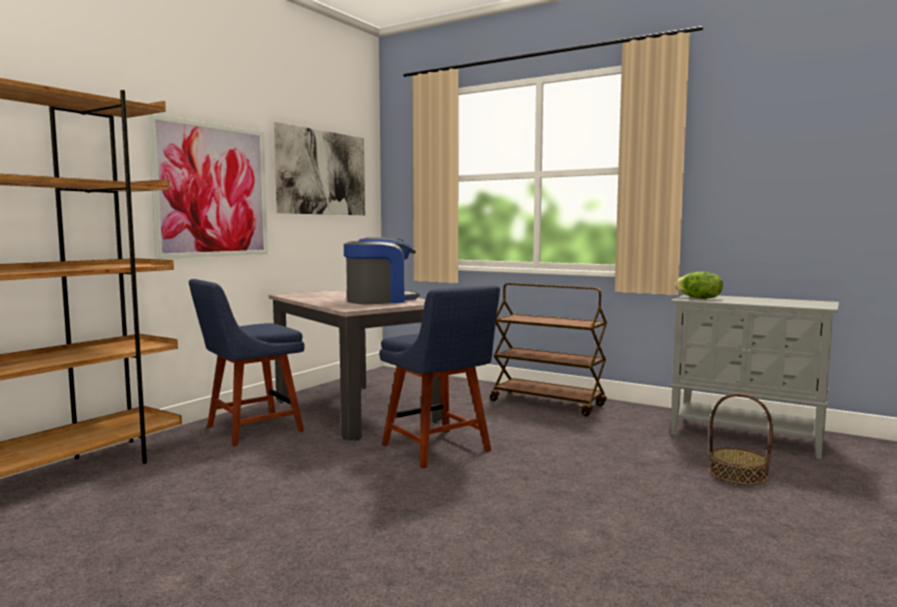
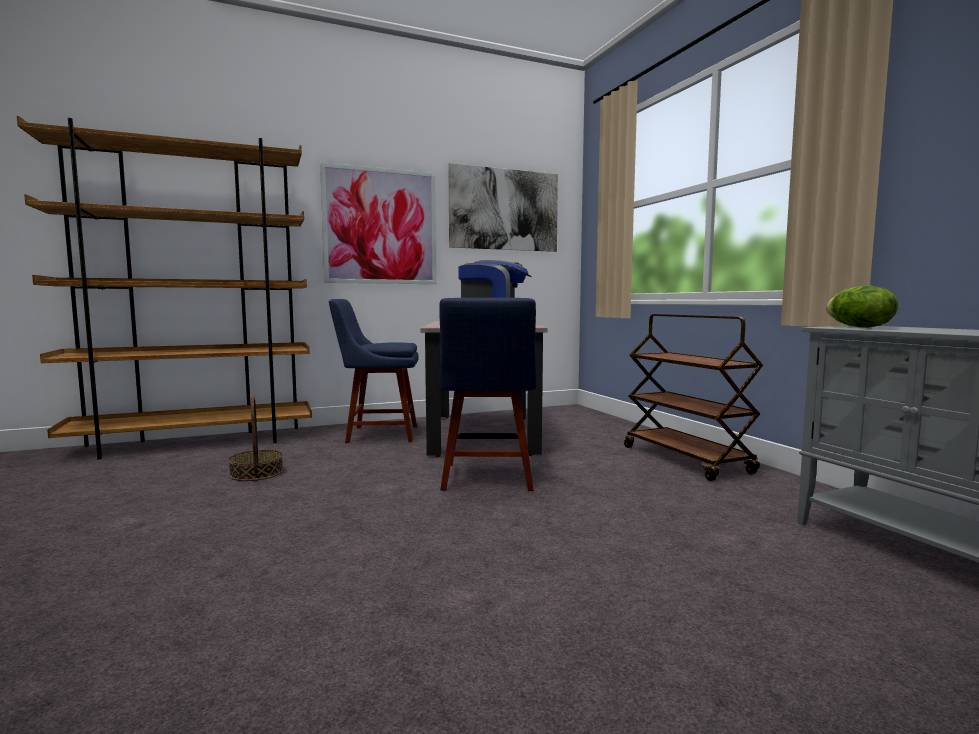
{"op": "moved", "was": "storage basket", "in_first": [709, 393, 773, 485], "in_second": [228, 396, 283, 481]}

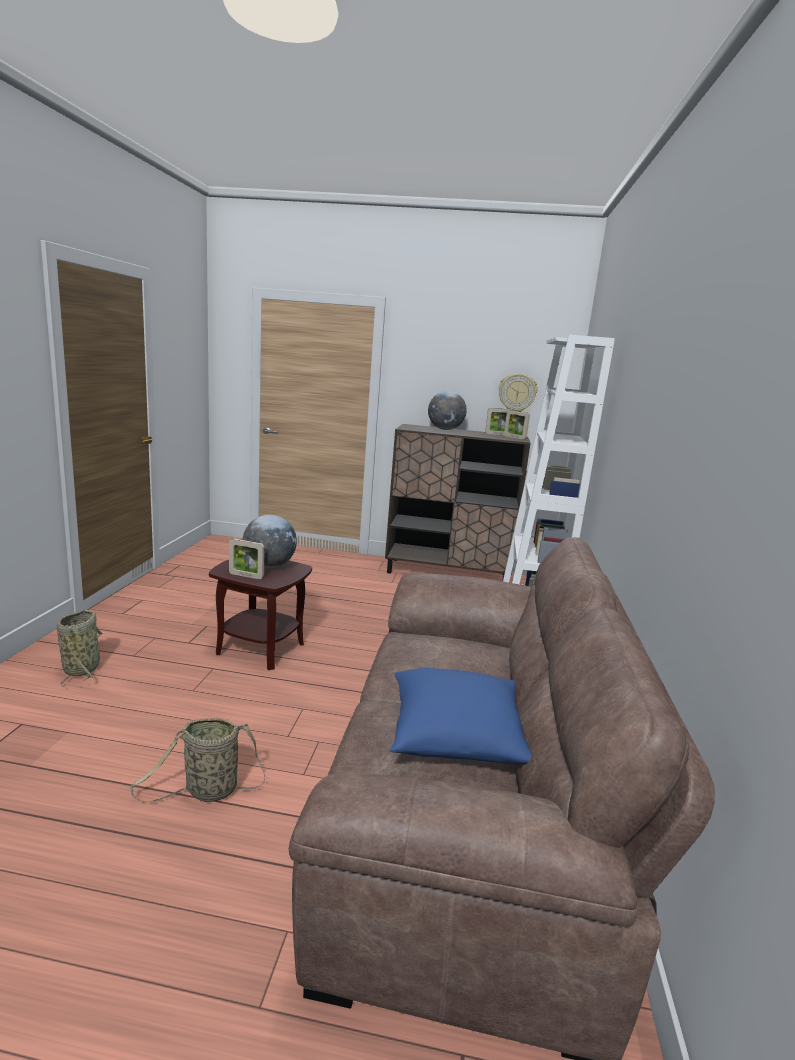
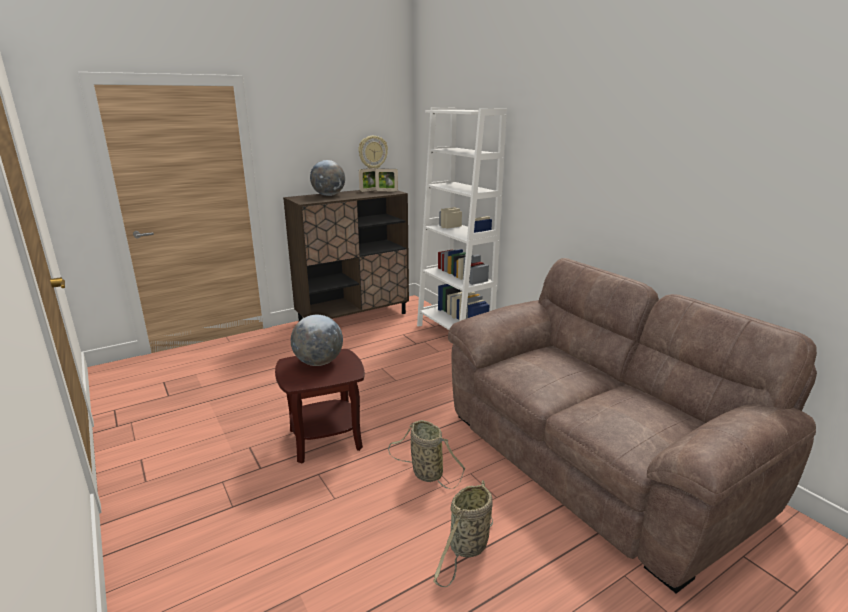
{"op": "moved", "was": "storage basket", "in_first": [57, 610, 103, 687], "in_second": [388, 420, 465, 489]}
{"op": "removed", "was": "standing frame", "in_first": [229, 538, 265, 579]}
{"op": "removed", "was": "blue pillow", "in_first": [389, 668, 531, 765]}

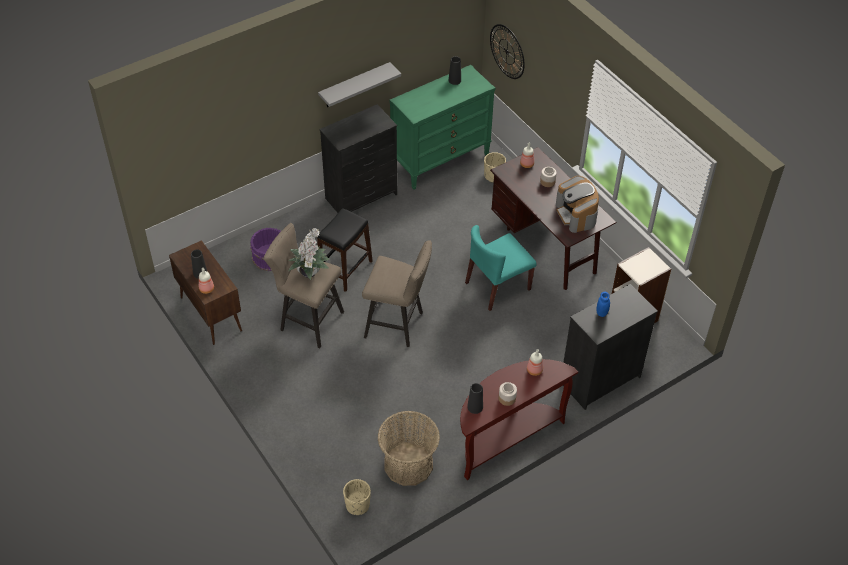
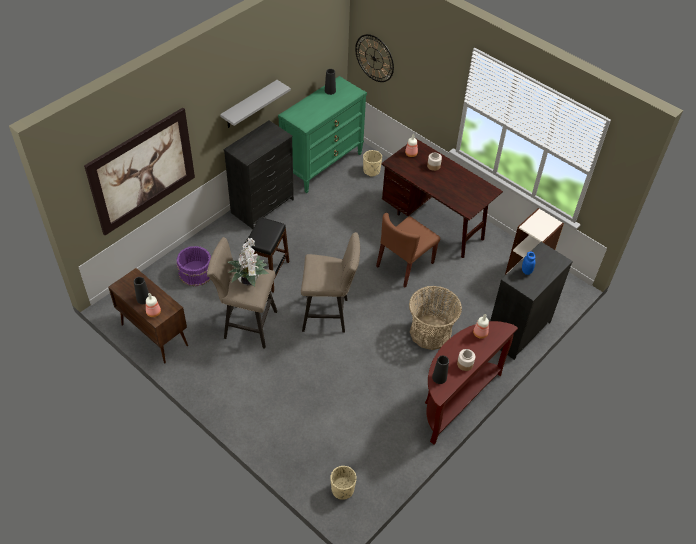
{"op": "moved", "was": "storage basket", "in_first": [378, 411, 440, 486], "in_second": [409, 286, 462, 350]}
{"op": "recoloured", "was": "blue-green plain chair", "now": "brown plain chair", "in_first": [465, 225, 537, 311], "in_second": [376, 213, 440, 287]}
{"op": "removed", "was": "coffee brewer", "in_first": [556, 176, 599, 233]}
{"op": "added", "now": "wall art", "in_second": [84, 108, 195, 235]}

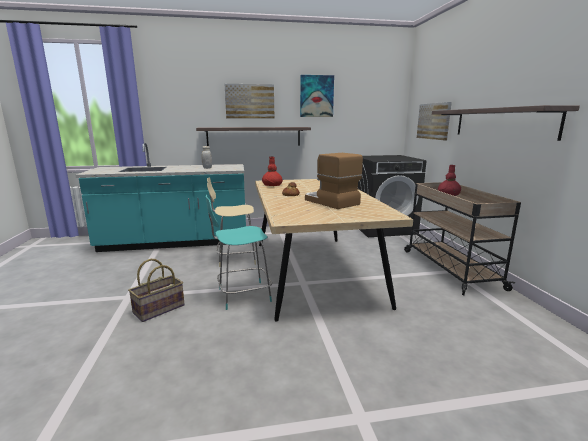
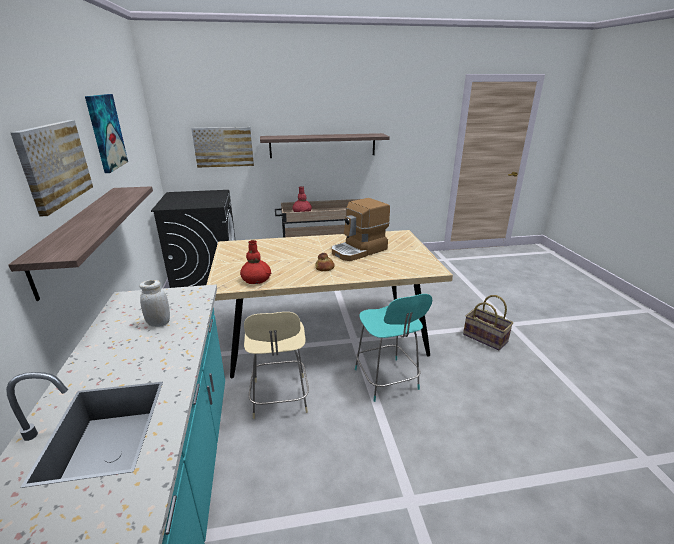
{"op": "moved", "was": "storage basket", "in_first": [128, 259, 185, 322], "in_second": [463, 295, 513, 350]}

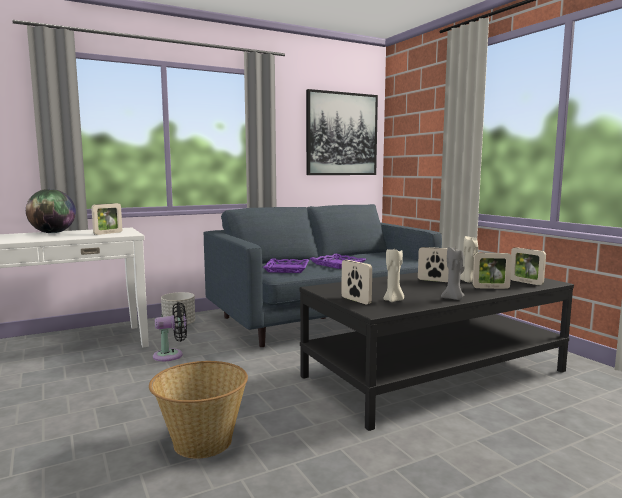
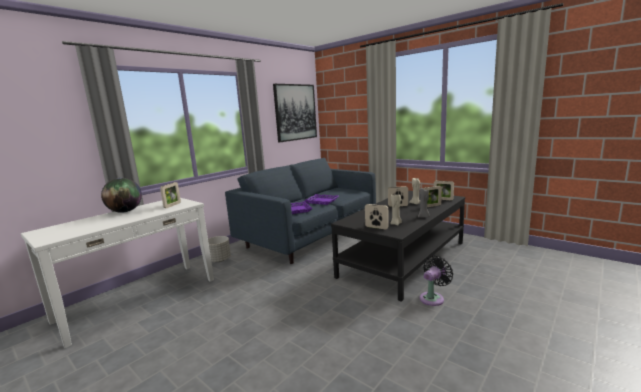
{"op": "removed", "was": "storage basket", "in_first": [149, 361, 248, 459]}
{"op": "moved", "was": "blackish electric fan", "in_first": [153, 302, 187, 361], "in_second": [420, 255, 453, 306]}

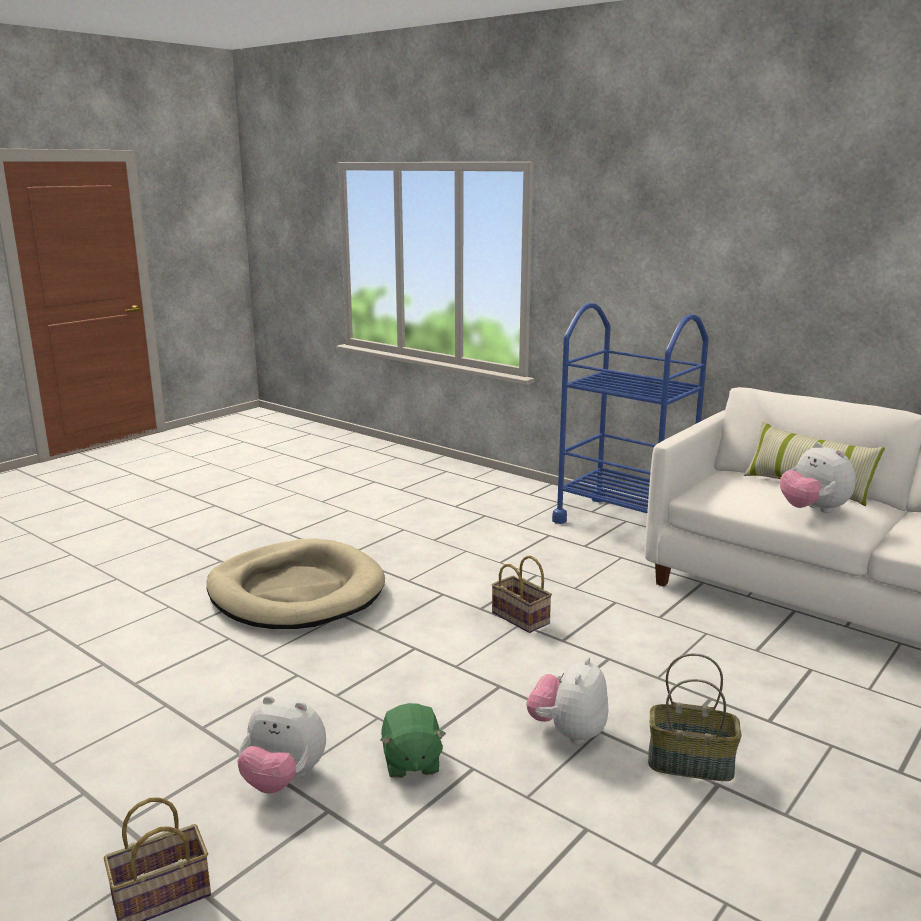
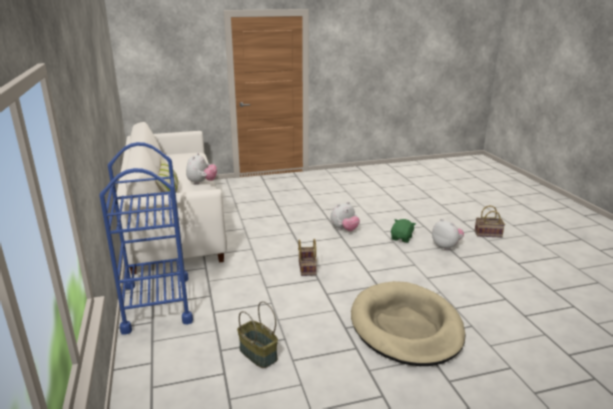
{"op": "moved", "was": "storage basket", "in_first": [648, 653, 741, 781], "in_second": [237, 301, 278, 368]}

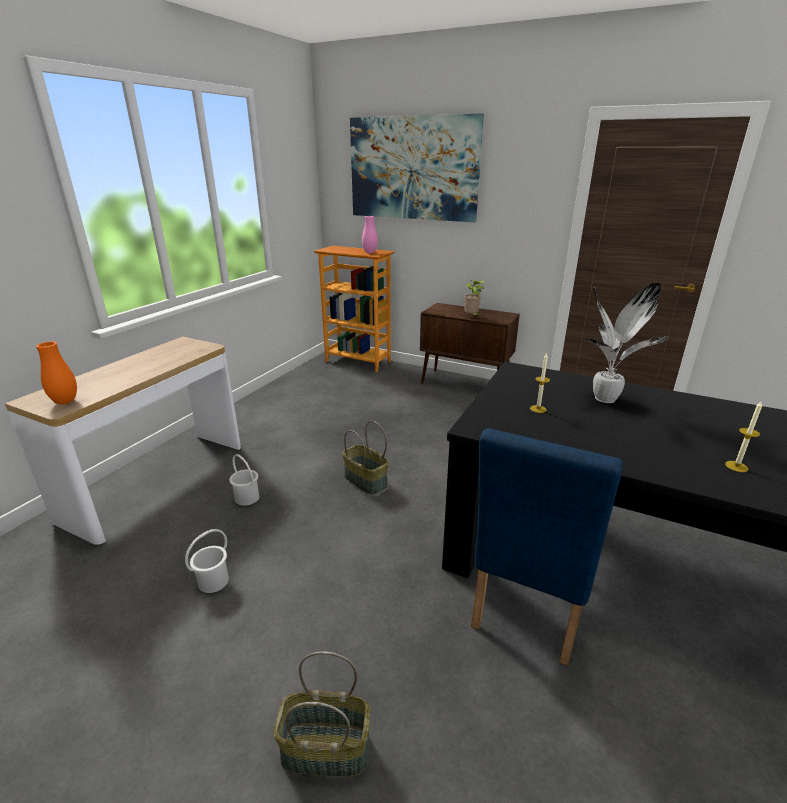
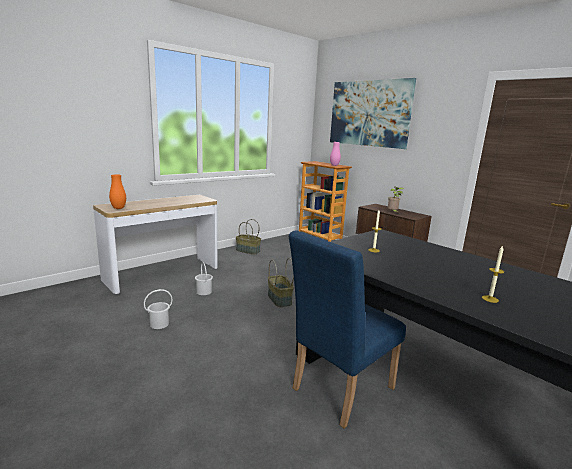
{"op": "moved", "was": "storage basket", "in_first": [273, 651, 371, 777], "in_second": [236, 219, 261, 254]}
{"op": "removed", "was": "houseplant", "in_first": [585, 283, 669, 403]}

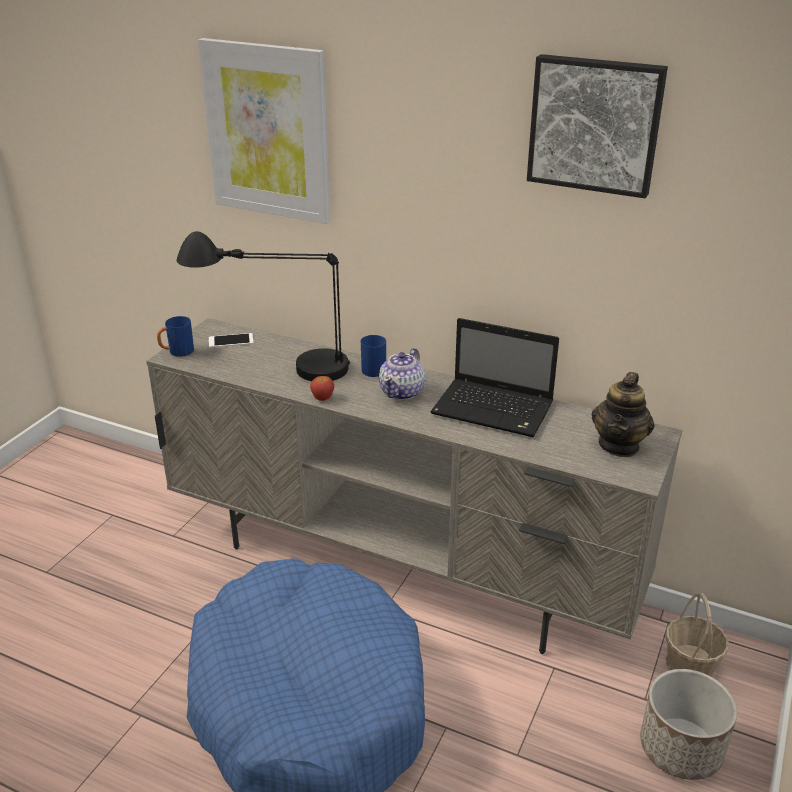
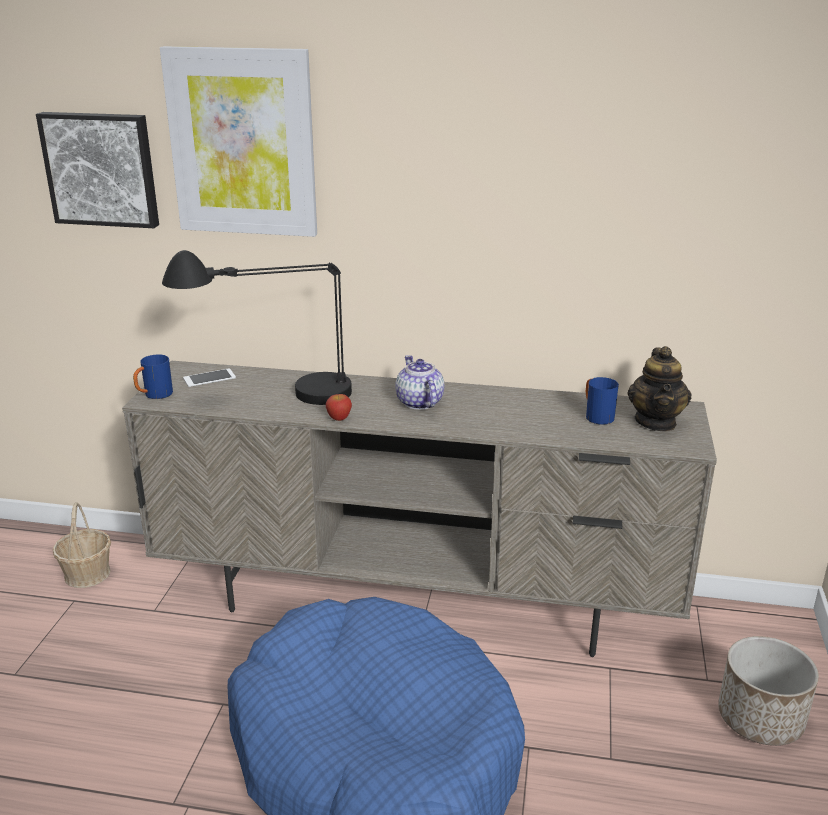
{"op": "moved", "was": "blue mug", "in_first": [361, 335, 386, 377], "in_second": [586, 377, 619, 425]}
{"op": "turned", "was": "tea pot", "in_first": [379, 348, 425, 400], "in_second": [395, 355, 444, 410], "clockwise": 150}
{"op": "removed", "was": "laptop", "in_first": [431, 318, 559, 437]}
{"op": "moved", "was": "wall art", "in_first": [527, 54, 668, 198], "in_second": [36, 112, 159, 228]}
{"op": "moved", "was": "storage basket", "in_first": [666, 593, 729, 678], "in_second": [53, 502, 111, 588]}

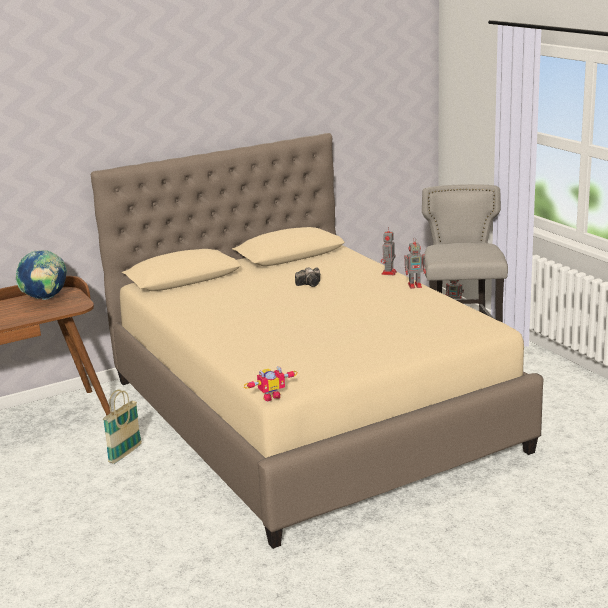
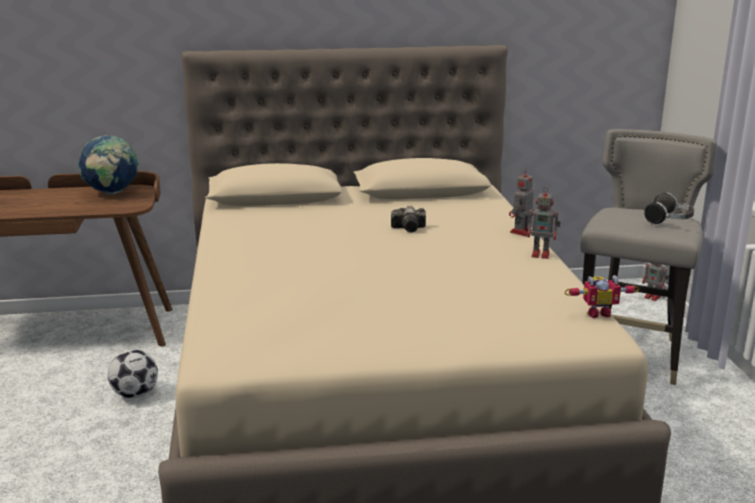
{"op": "replaced", "was": "storage basket", "now": "football", "in_first": [103, 389, 142, 464], "in_second": [108, 350, 158, 398]}
{"op": "moved", "was": "toy robot", "in_first": [244, 366, 298, 401], "in_second": [564, 275, 639, 318]}
{"op": "added", "now": "headset", "in_second": [644, 192, 694, 225]}

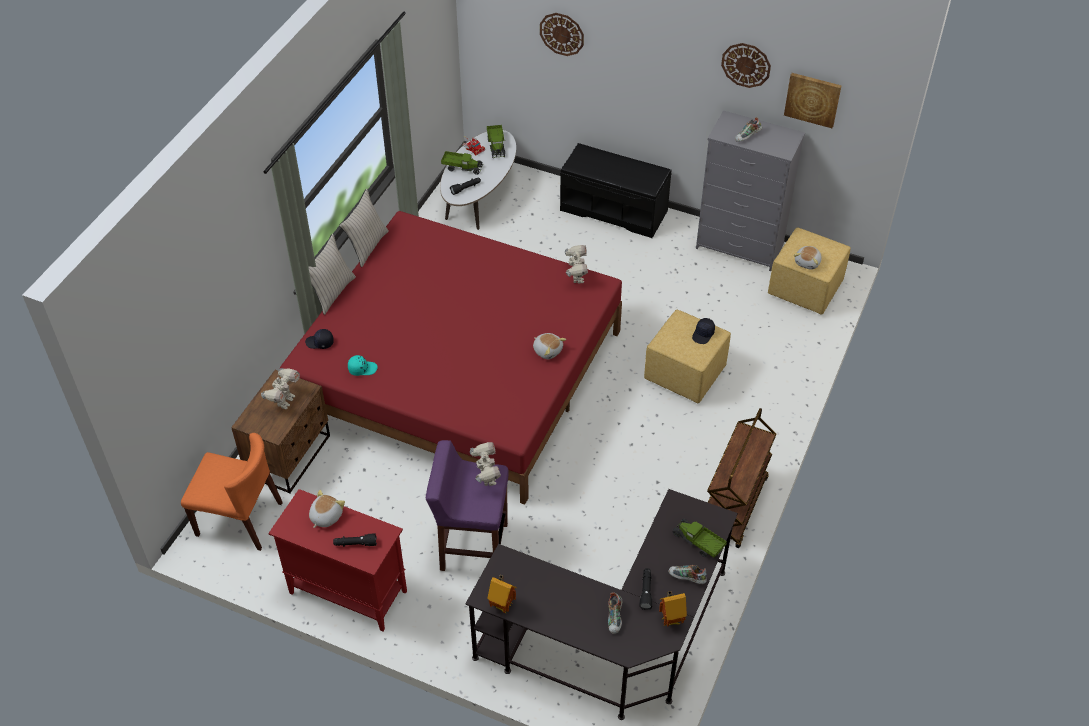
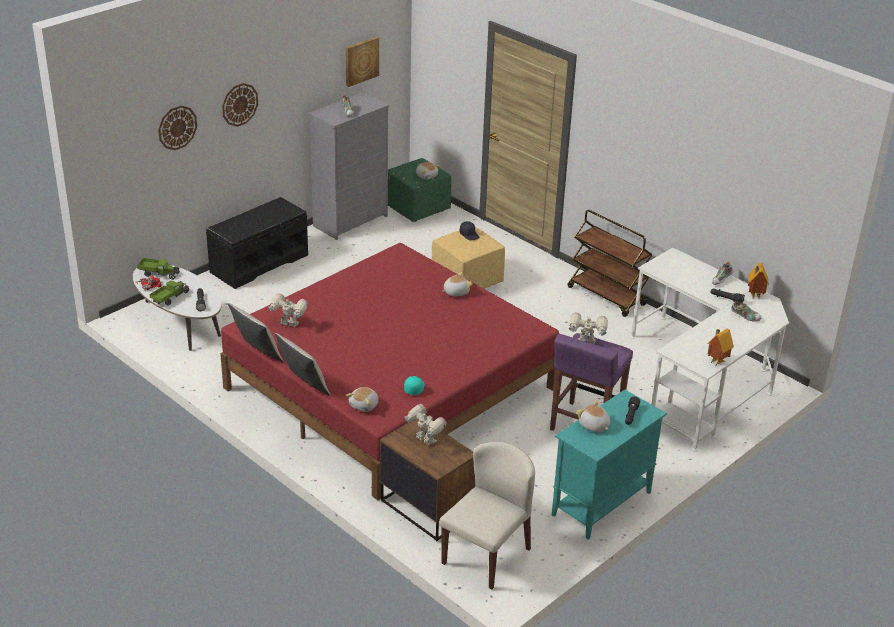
{"op": "recoloured", "was": "orange-coloured plain chair", "now": "sand-coloured plain chair", "in_first": [181, 433, 283, 551], "in_second": [439, 442, 535, 590]}
{"op": "recoloured", "was": "reddish cupboard", "now": "blue-green cupboard", "in_first": [268, 489, 407, 632], "in_second": [552, 390, 667, 539]}
{"op": "replaced", "was": "blackish cap", "now": "plush toy", "in_first": [305, 329, 334, 349], "in_second": [346, 387, 379, 412]}
{"op": "recoloured", "was": "blackish desk unit", "now": "white desk unit", "in_first": [465, 489, 738, 720], "in_second": [630, 248, 789, 451]}
{"op": "moved", "was": "toy robot", "in_first": [565, 245, 588, 283], "in_second": [268, 293, 308, 327]}
{"op": "removed", "was": "toy truck", "in_first": [673, 518, 727, 559]}
{"op": "moved", "was": "clock on the wall", "in_first": [721, 43, 771, 88], "in_second": [222, 83, 258, 127]}
{"op": "recoloured", "was": "yellow pouffe", "now": "green-coloured pouffe", "in_first": [768, 228, 851, 315], "in_second": [388, 158, 451, 222]}

